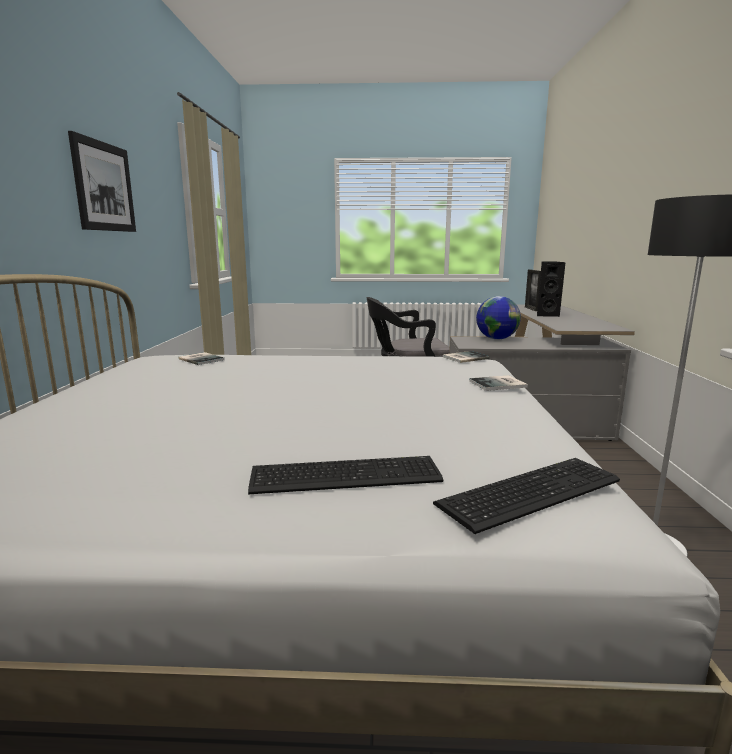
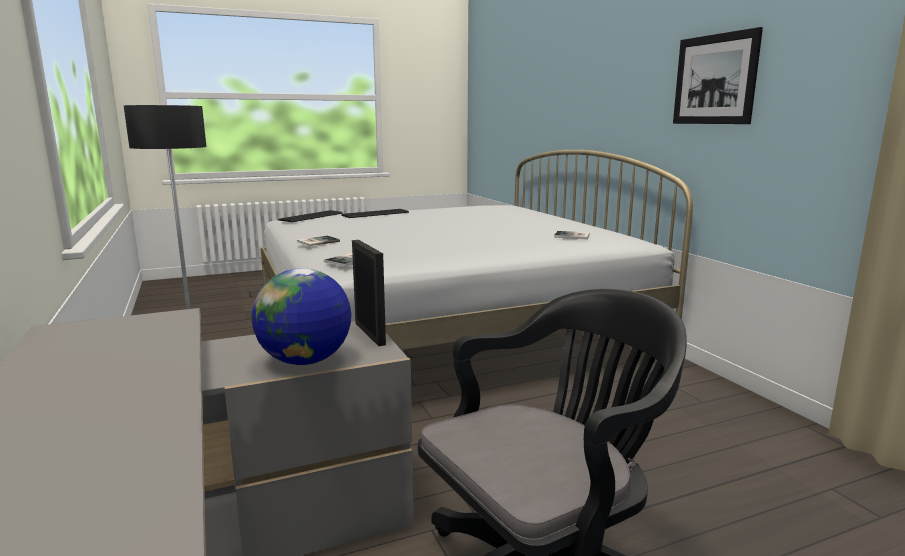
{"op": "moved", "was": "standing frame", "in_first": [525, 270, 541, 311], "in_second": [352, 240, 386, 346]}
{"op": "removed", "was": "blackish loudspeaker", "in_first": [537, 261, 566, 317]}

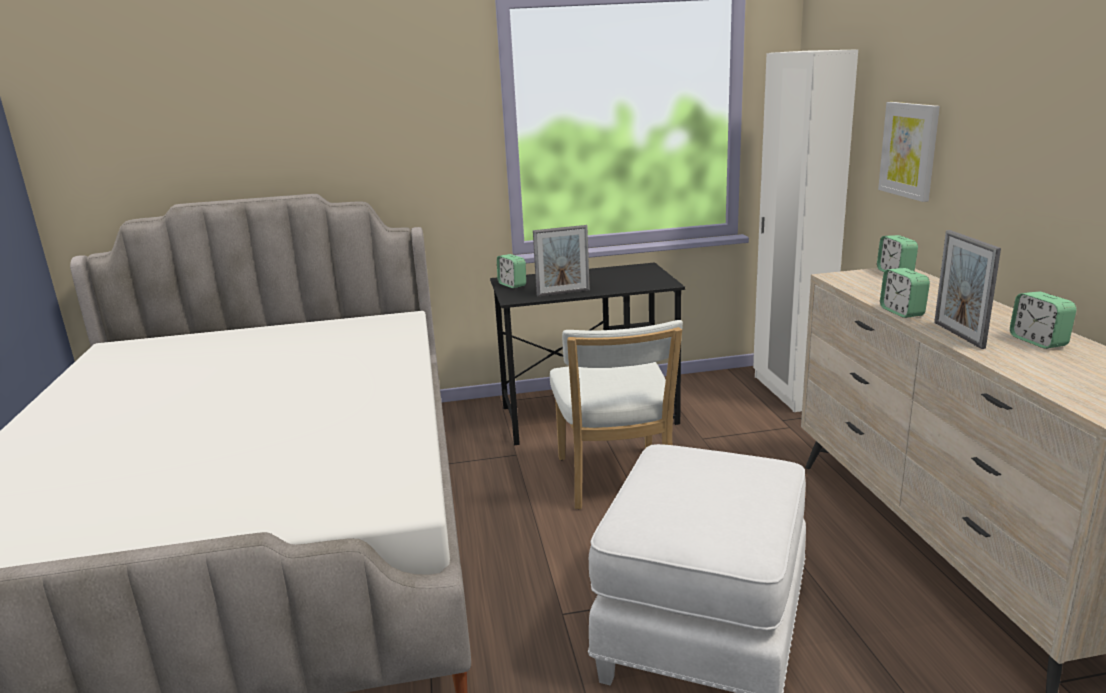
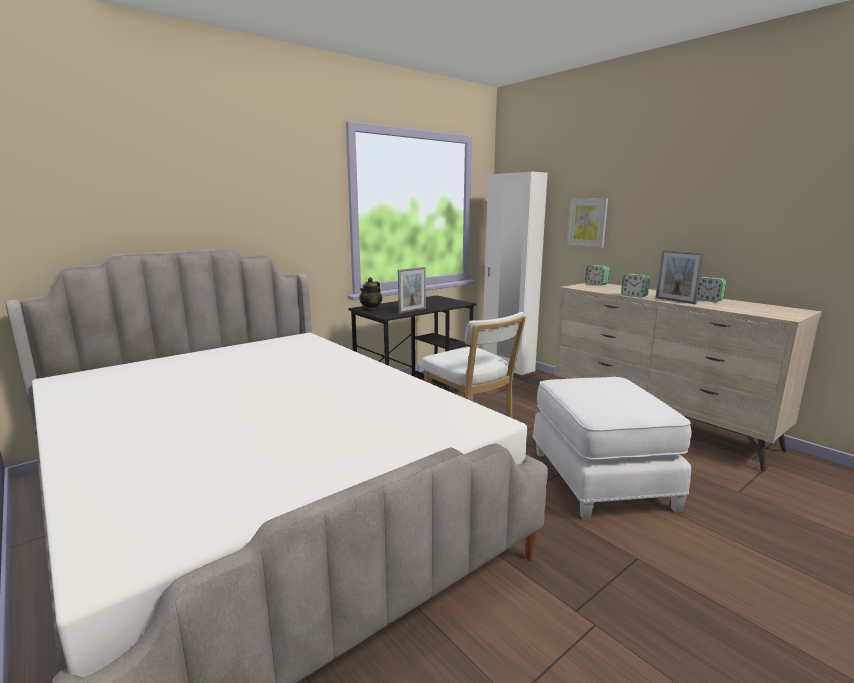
{"op": "replaced", "was": "table clock", "now": "tea pot", "in_first": [497, 254, 526, 288], "in_second": [359, 277, 382, 312]}

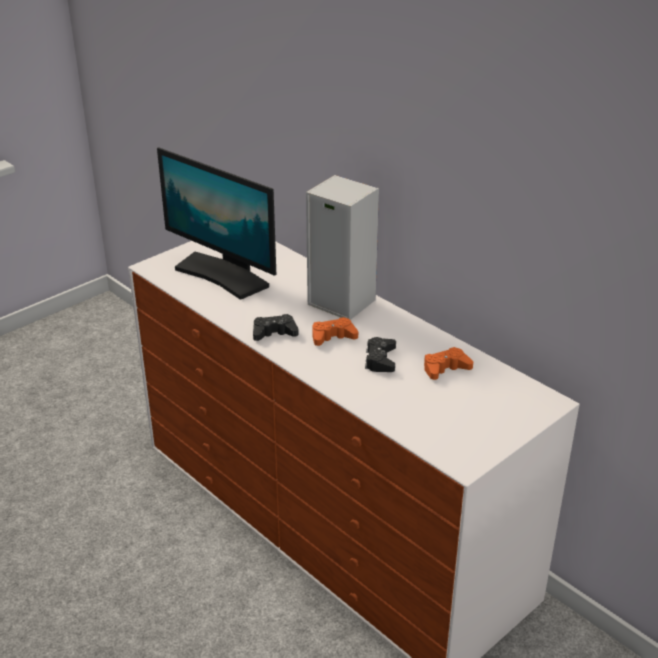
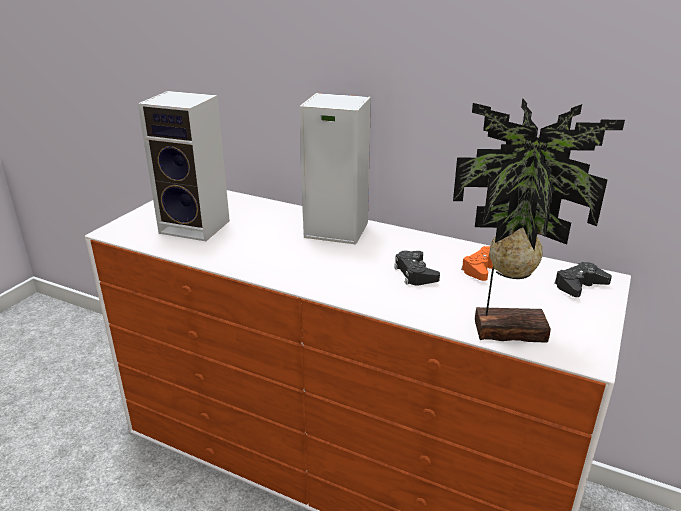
{"op": "replaced", "was": "computer screen", "now": "loudspeaker", "in_first": [157, 147, 276, 300], "in_second": [138, 91, 230, 241]}
{"op": "moved", "was": "blackish joypad", "in_first": [253, 314, 299, 341], "in_second": [554, 262, 612, 297]}
{"op": "removed", "was": "orange-coloured joypad", "in_first": [313, 317, 358, 346]}
{"op": "added", "now": "houseplant", "in_second": [453, 98, 625, 343]}

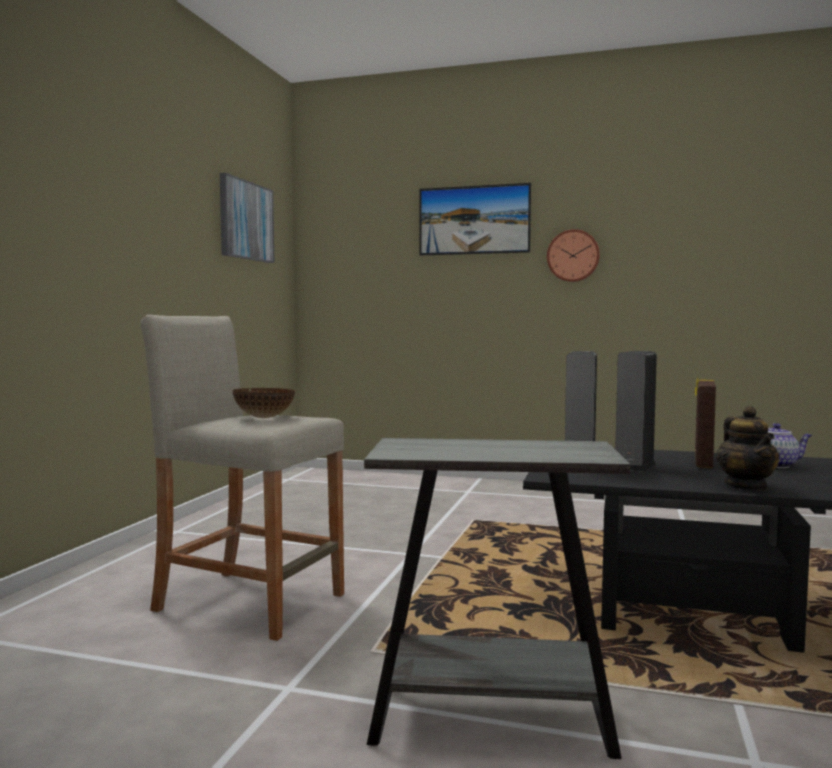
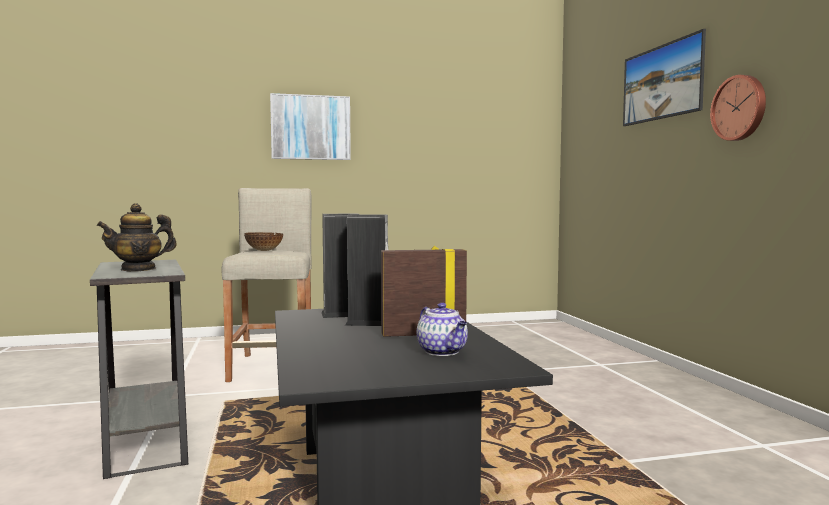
{"op": "moved", "was": "wall art", "in_first": [220, 173, 274, 263], "in_second": [270, 93, 351, 160]}
{"op": "moved", "was": "tea pot", "in_first": [716, 406, 779, 491], "in_second": [97, 203, 177, 271]}

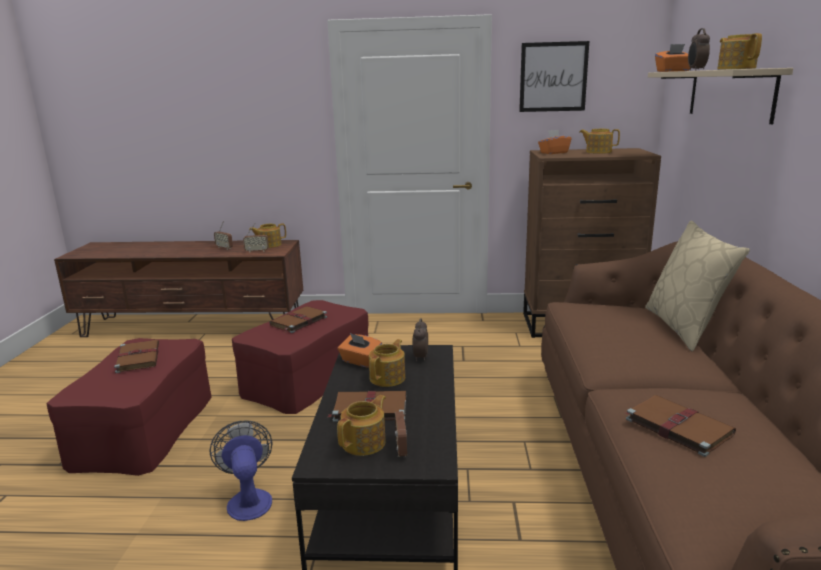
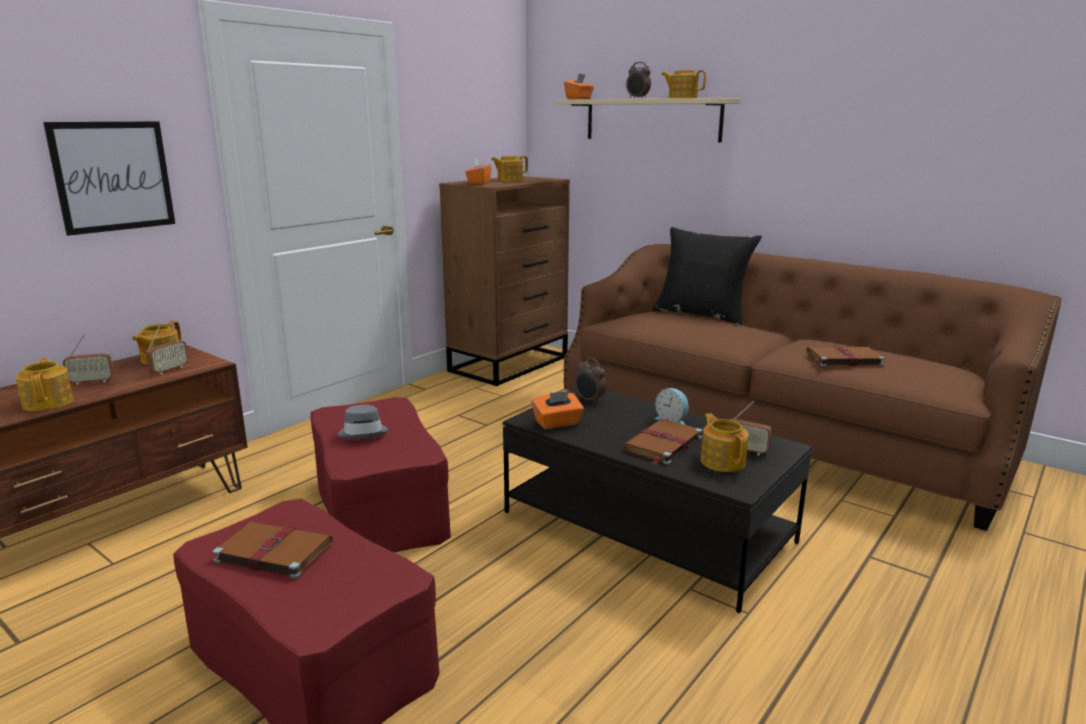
{"op": "removed", "was": "electric fan", "in_first": [210, 420, 272, 521]}
{"op": "replaced", "was": "brown book", "now": "gray wearable hat", "in_first": [269, 306, 327, 333], "in_second": [337, 404, 388, 439]}
{"op": "moved", "was": "tea pot", "in_first": [369, 339, 405, 387], "in_second": [15, 357, 74, 411]}
{"op": "moved", "was": "wall art", "in_first": [519, 41, 589, 112], "in_second": [43, 121, 175, 236]}
{"op": "recoloured", "was": "sand-coloured pillow", "now": "blackish pillow", "in_first": [645, 221, 750, 352], "in_second": [652, 227, 762, 325]}
{"op": "added", "now": "table clock", "in_second": [655, 388, 689, 425]}

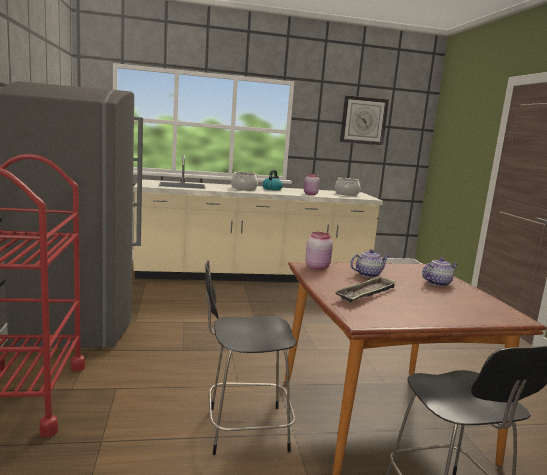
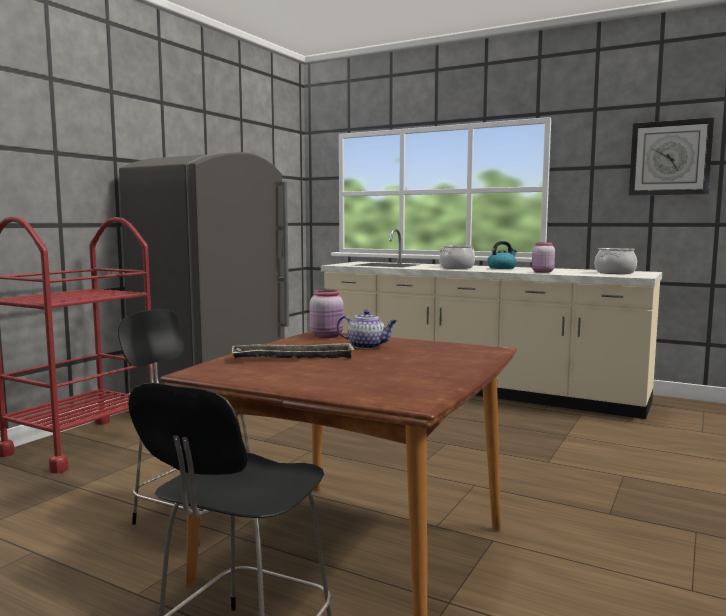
{"op": "removed", "was": "tea pot", "in_first": [422, 257, 457, 287]}

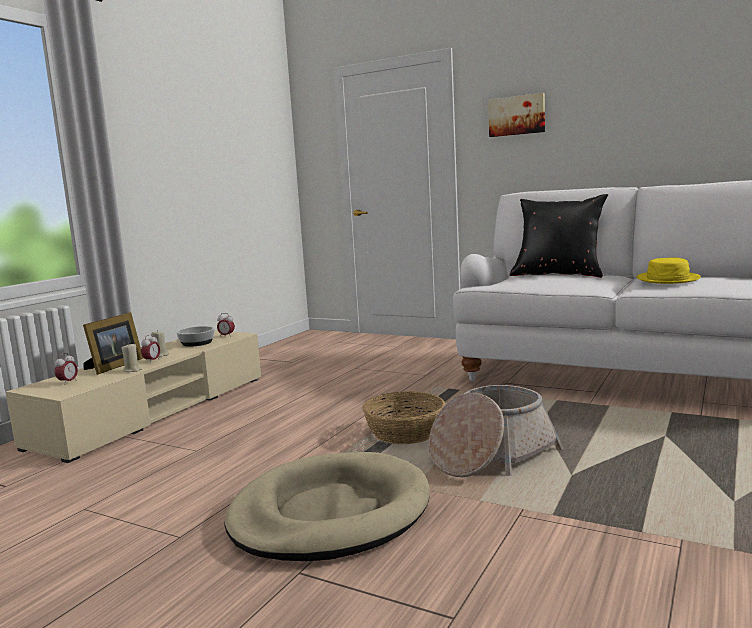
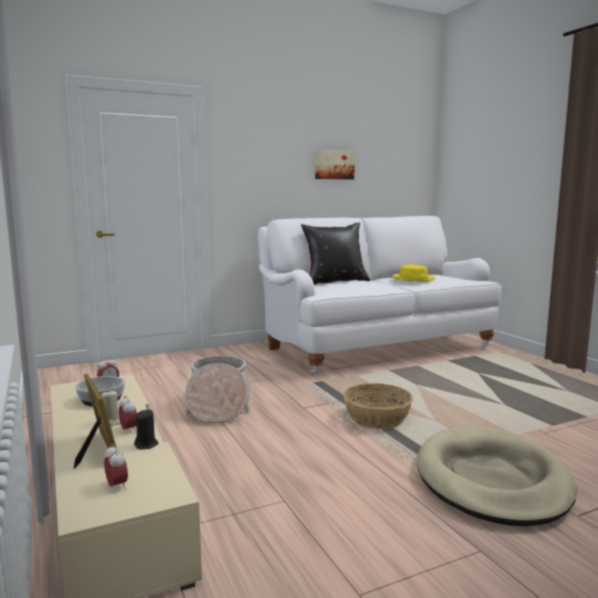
{"op": "recoloured", "was": "sand-coloured wax candle", "now": "blackish wax candle", "in_first": [121, 343, 142, 372], "in_second": [134, 410, 158, 449]}
{"op": "moved", "was": "storage basket", "in_first": [428, 385, 564, 477], "in_second": [185, 356, 251, 423]}
{"op": "moved", "was": "wall art", "in_first": [488, 93, 545, 137], "in_second": [315, 150, 355, 180]}

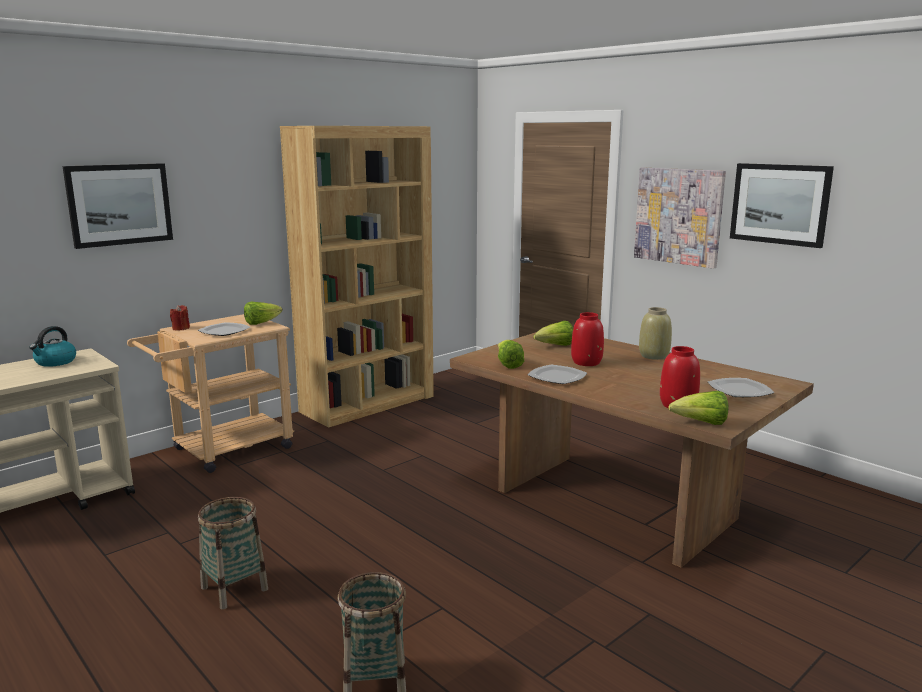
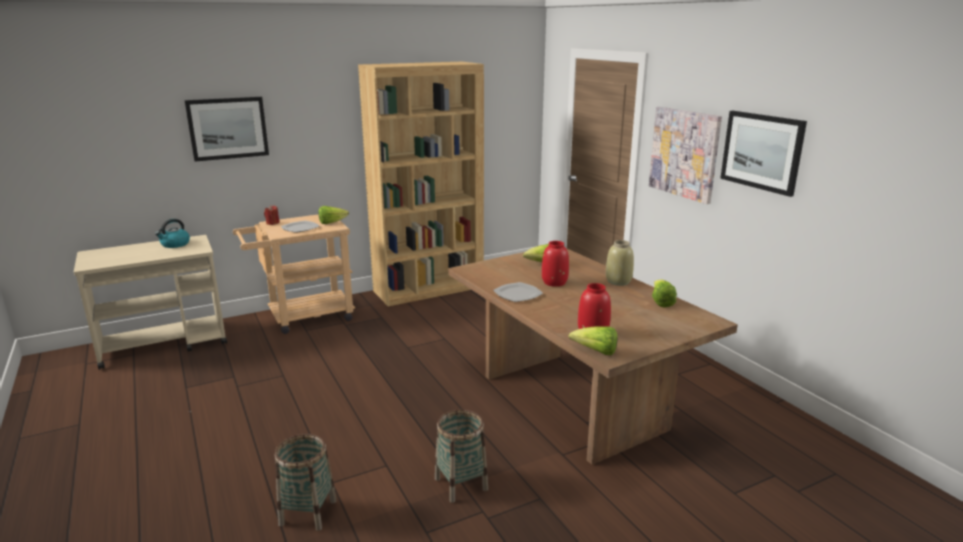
{"op": "moved", "was": "storage basket", "in_first": [198, 497, 268, 609], "in_second": [435, 409, 488, 503]}
{"op": "moved", "was": "lettuce", "in_first": [498, 340, 524, 369], "in_second": [652, 279, 677, 307]}
{"op": "removed", "was": "plate", "in_first": [708, 378, 775, 397]}

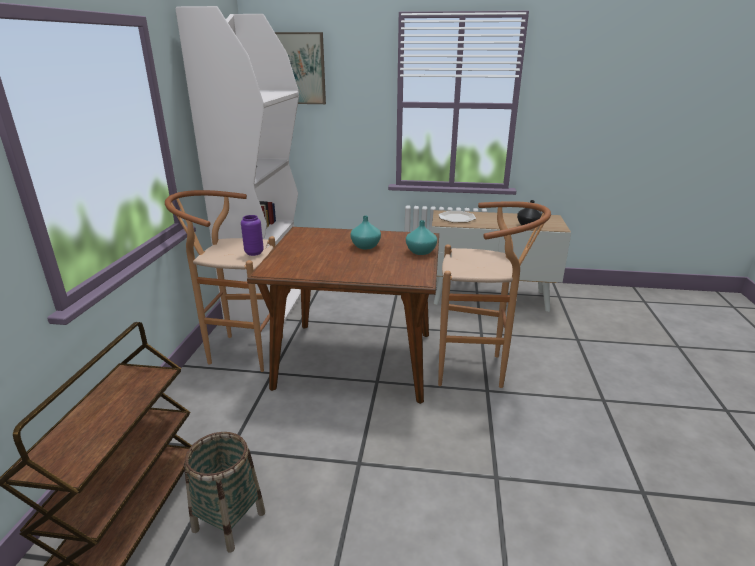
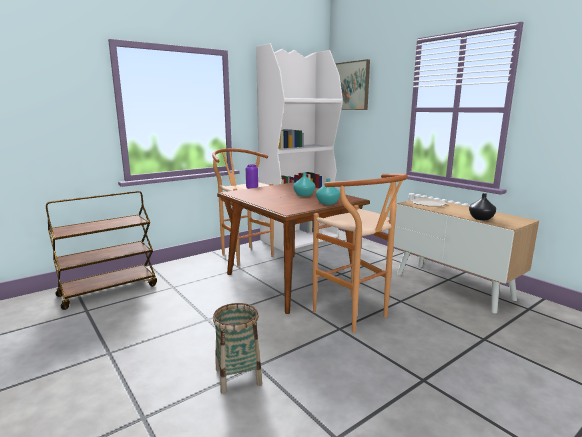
{"op": "moved", "was": "storage basket", "in_first": [184, 432, 265, 552], "in_second": [213, 303, 262, 394]}

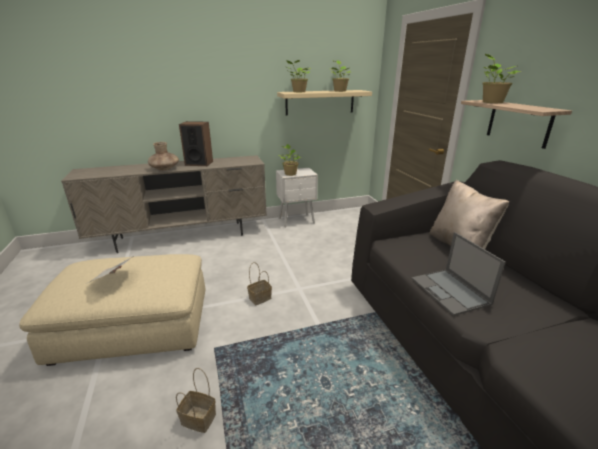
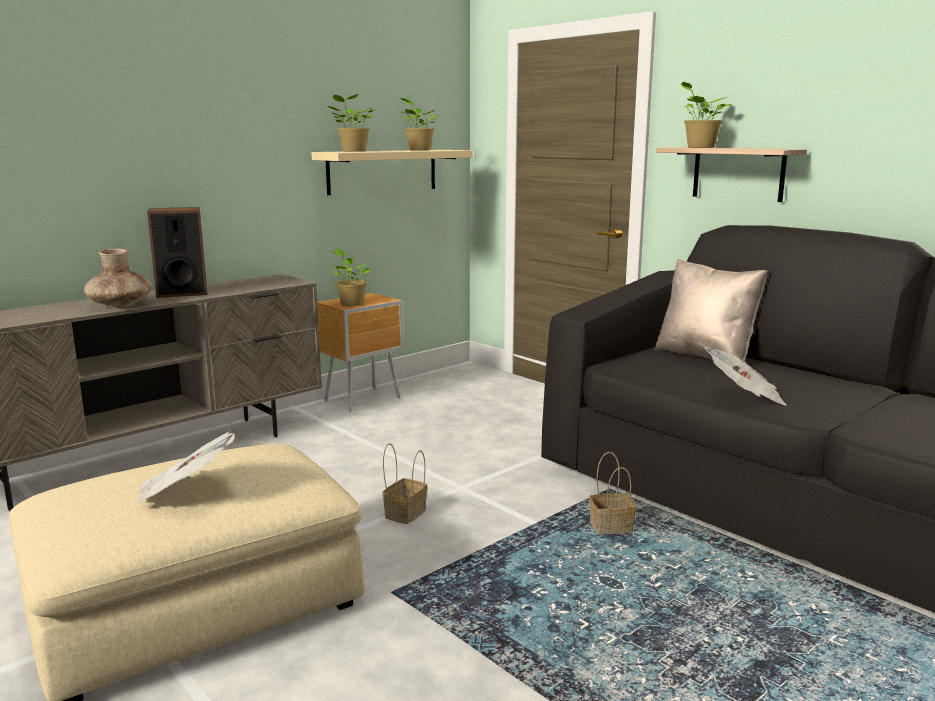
{"op": "moved", "was": "storage basket", "in_first": [176, 368, 216, 433], "in_second": [589, 452, 636, 534]}
{"op": "recoloured", "was": "white nightstand", "now": "brown nightstand", "in_first": [276, 168, 318, 228], "in_second": [317, 293, 404, 412]}
{"op": "replaced", "was": "laptop", "now": "printed paper", "in_first": [411, 232, 505, 316], "in_second": [704, 347, 787, 406]}

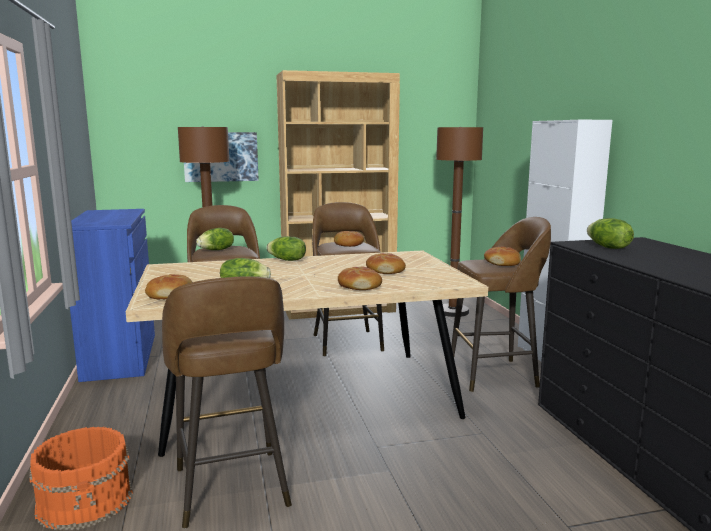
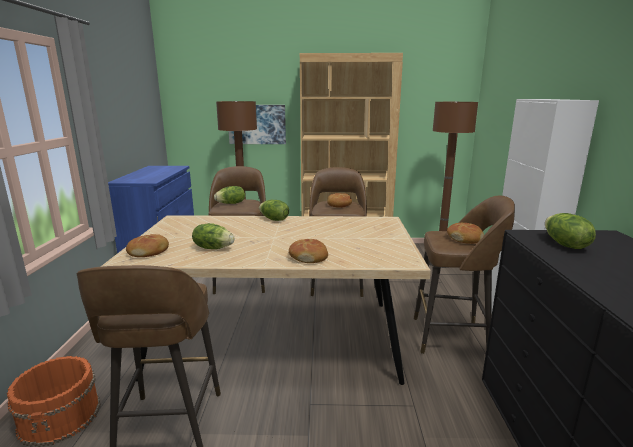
{"op": "removed", "was": "bread", "in_first": [366, 253, 406, 274]}

